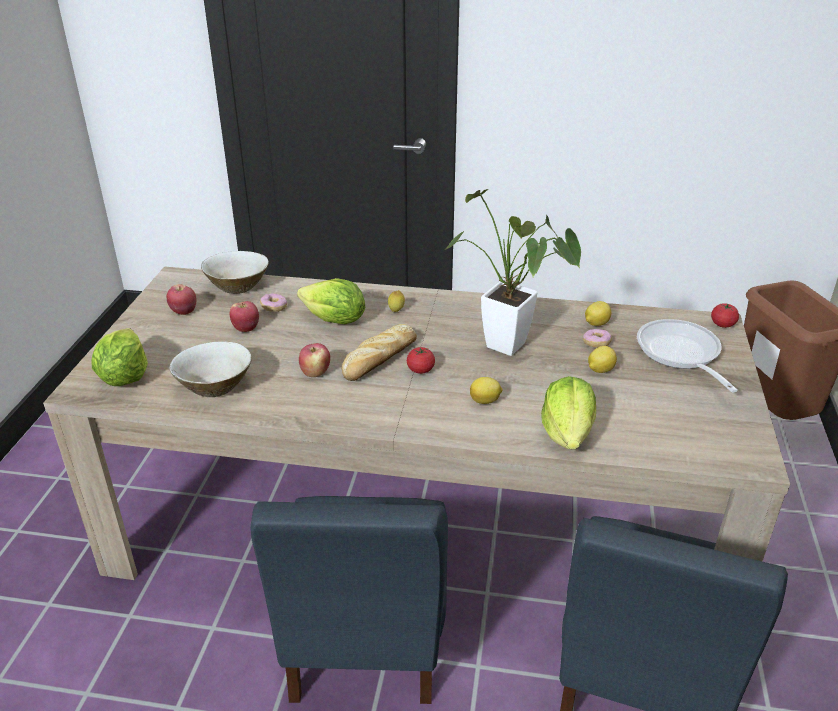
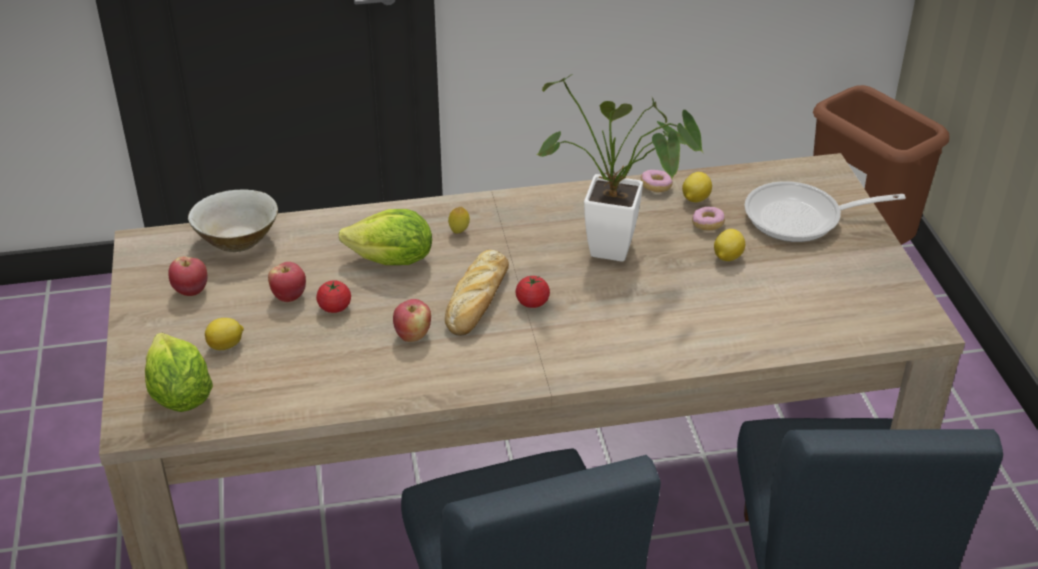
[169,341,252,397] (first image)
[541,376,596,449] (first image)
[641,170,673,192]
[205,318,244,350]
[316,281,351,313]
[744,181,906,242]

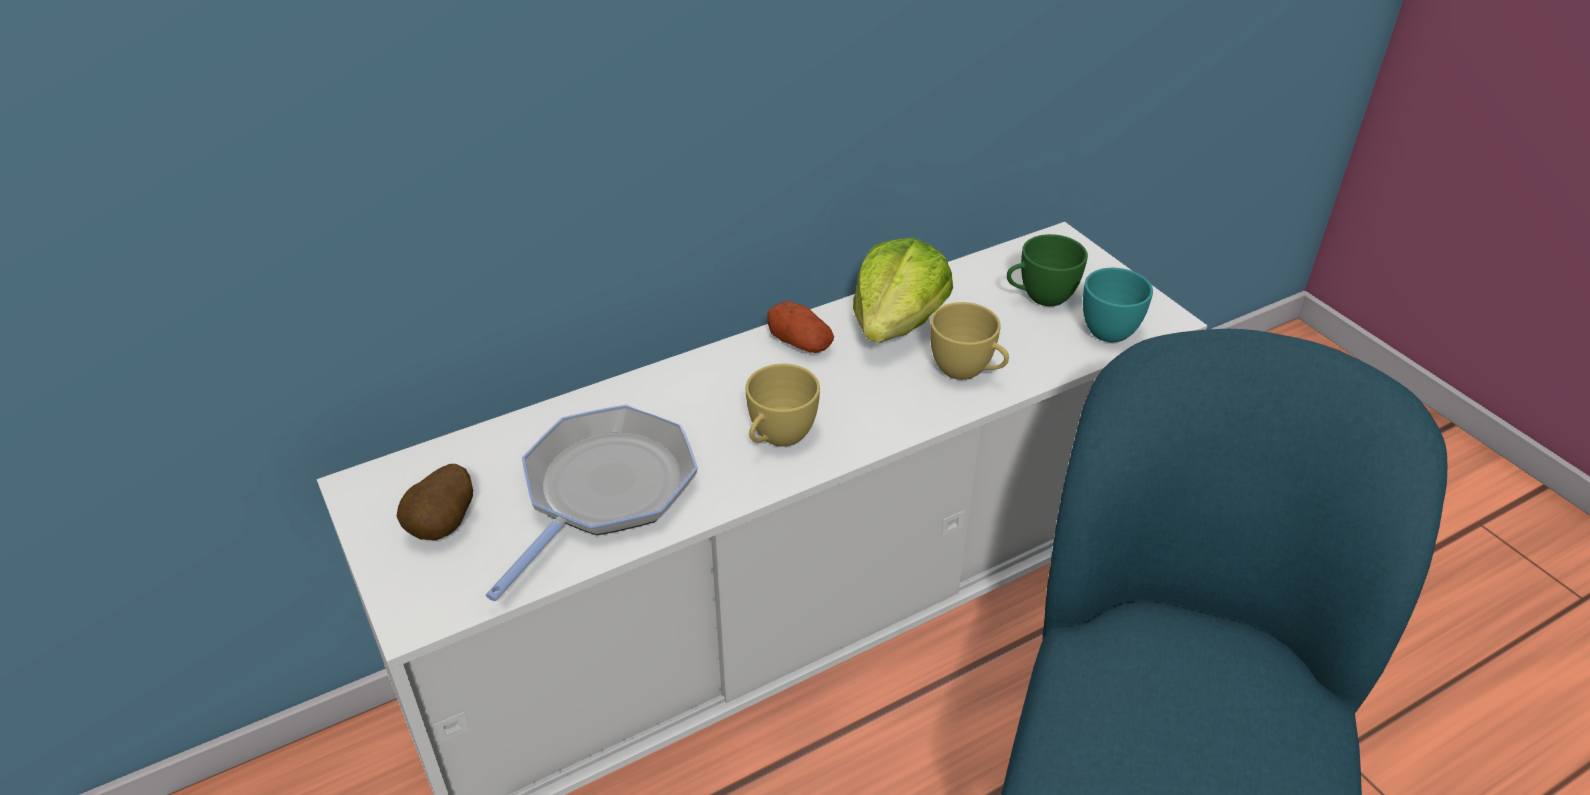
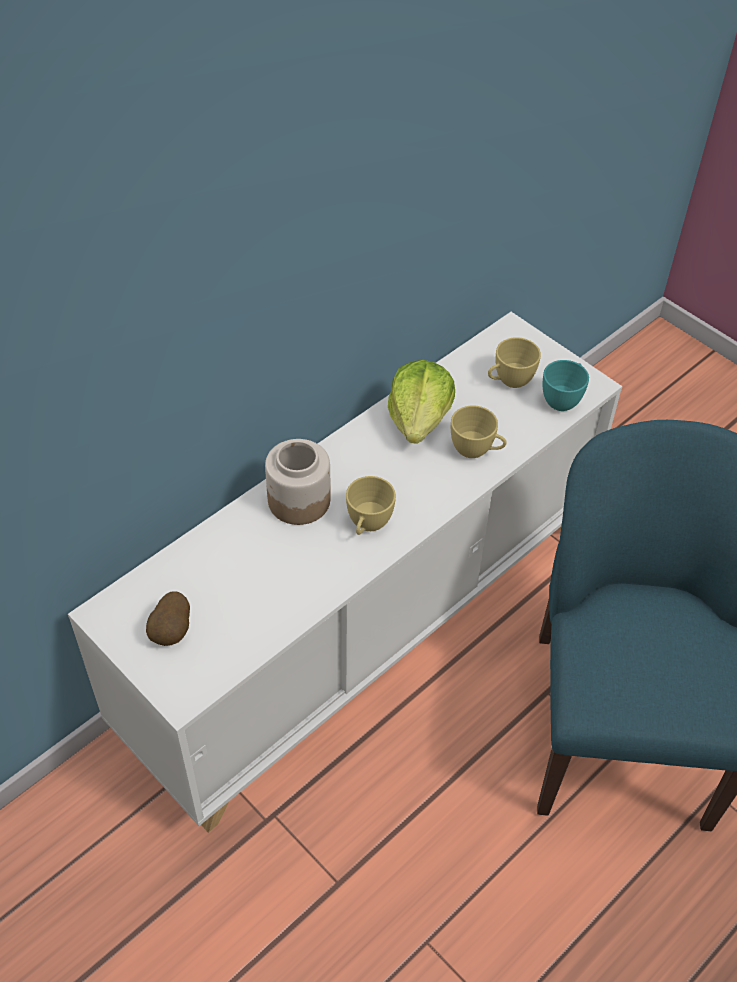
[486,404,698,601] (first image)
[767,301,834,353] (first image)
[265,439,331,525]
[488,337,541,388]

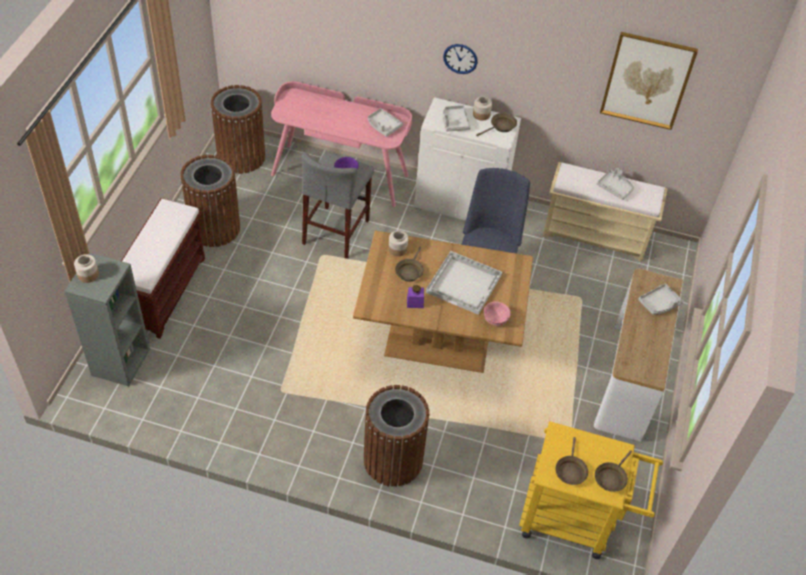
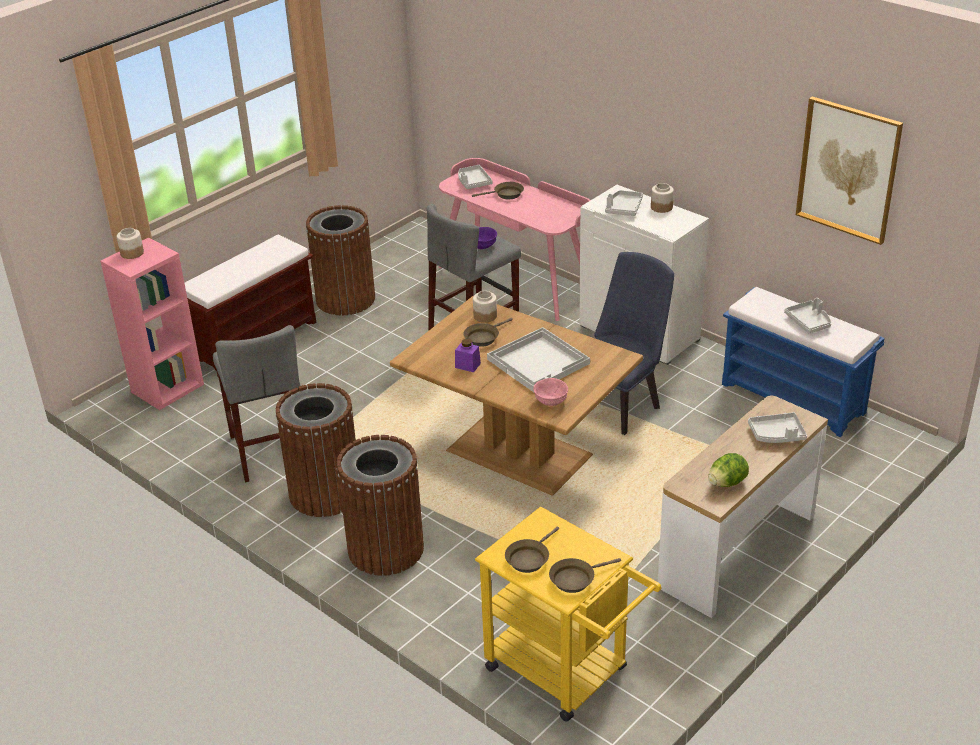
[443,44,478,74] (first image)
[213,325,301,482]
[708,453,749,487]
[276,383,356,517]
[458,165,493,189]
[472,182,524,199]
[100,238,204,410]
[722,287,884,437]

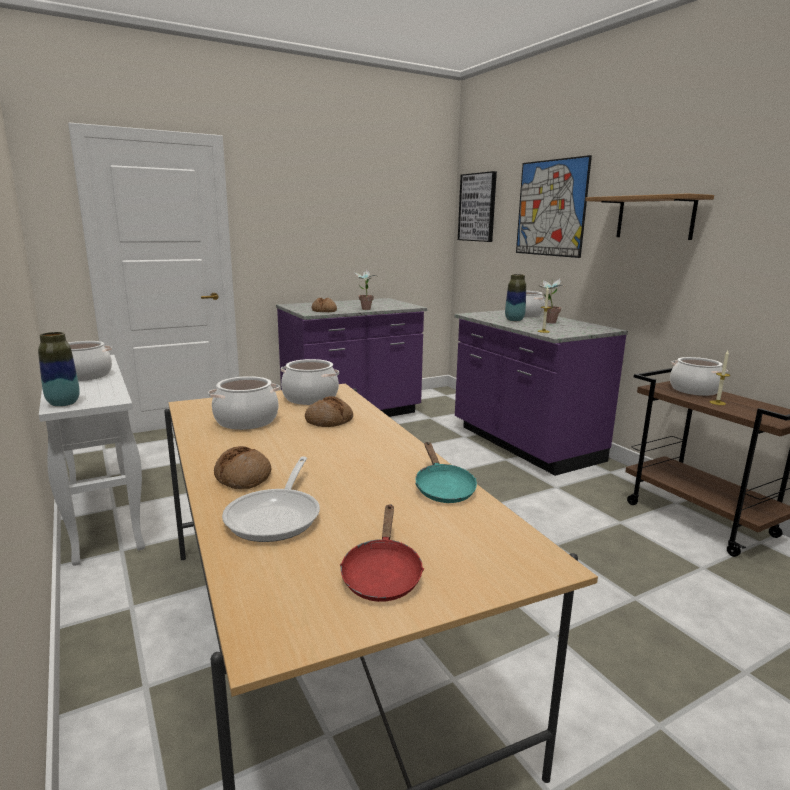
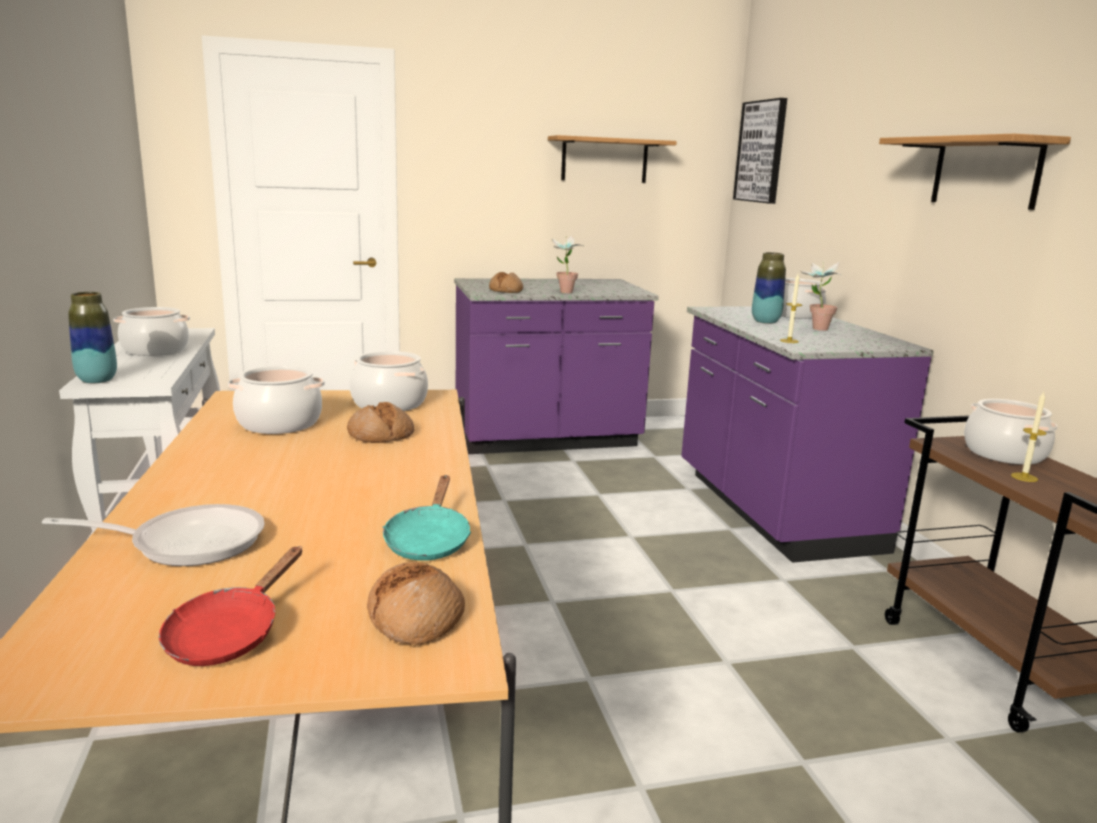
[516,155,592,258] (first image)
[548,135,677,183]
[367,562,465,645]
[42,504,265,566]

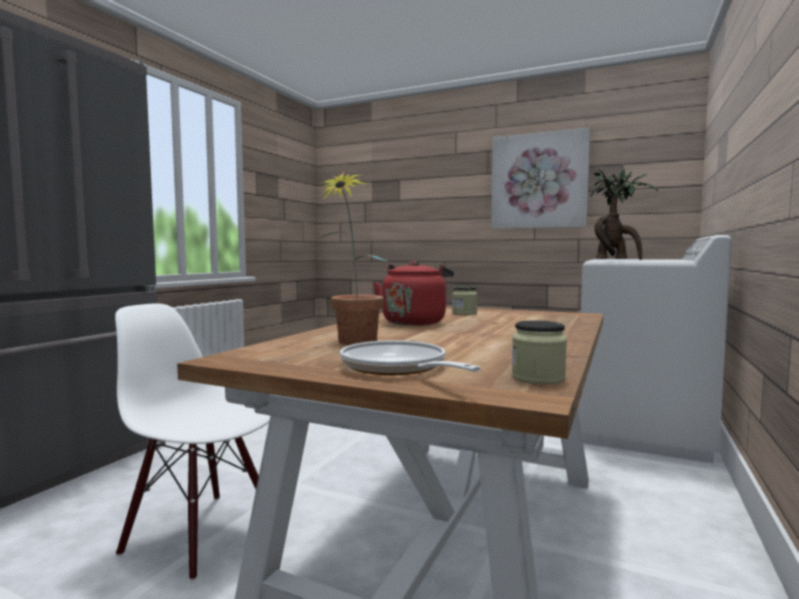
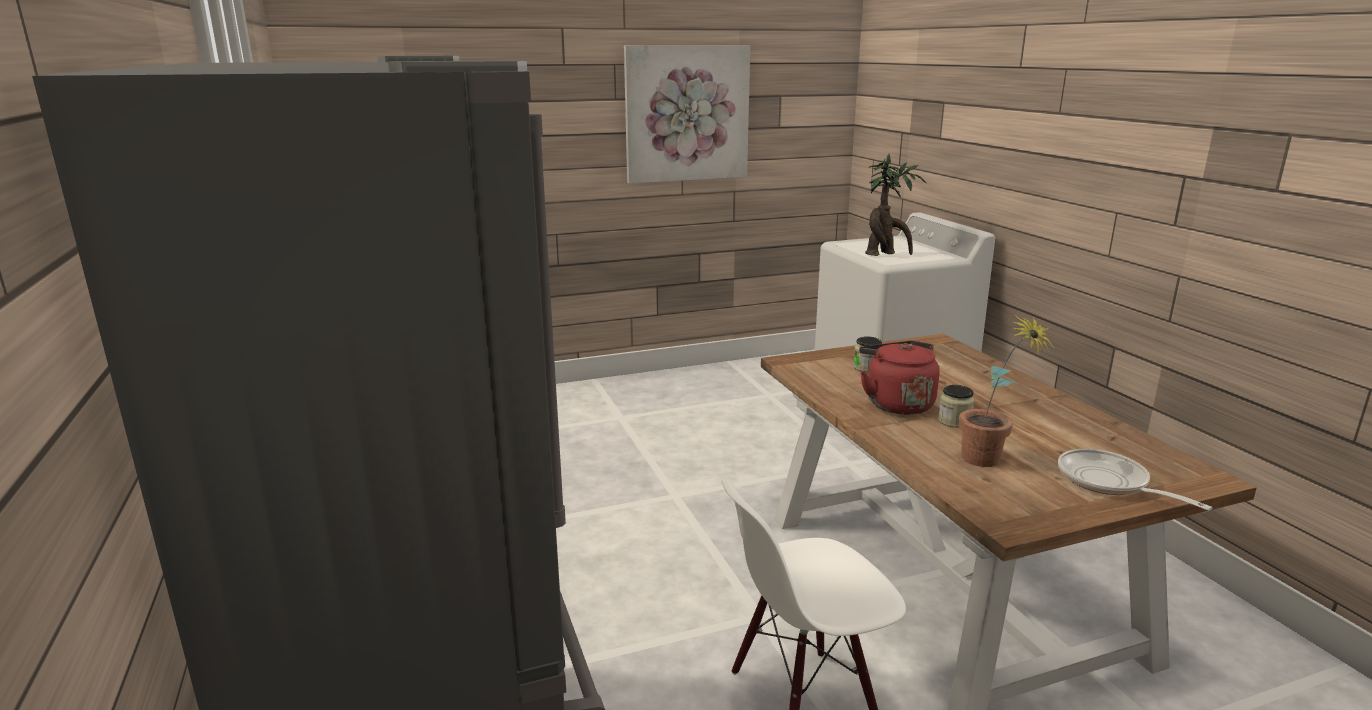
[938,385,975,428]
[1058,449,1212,511]

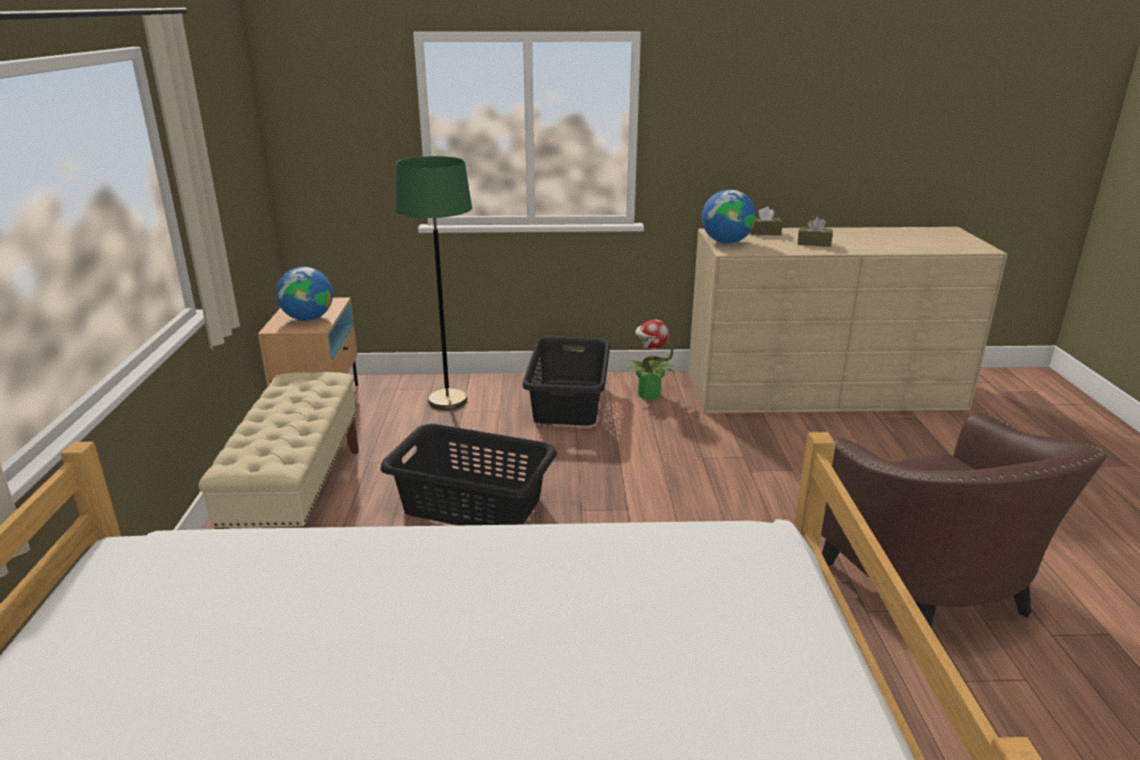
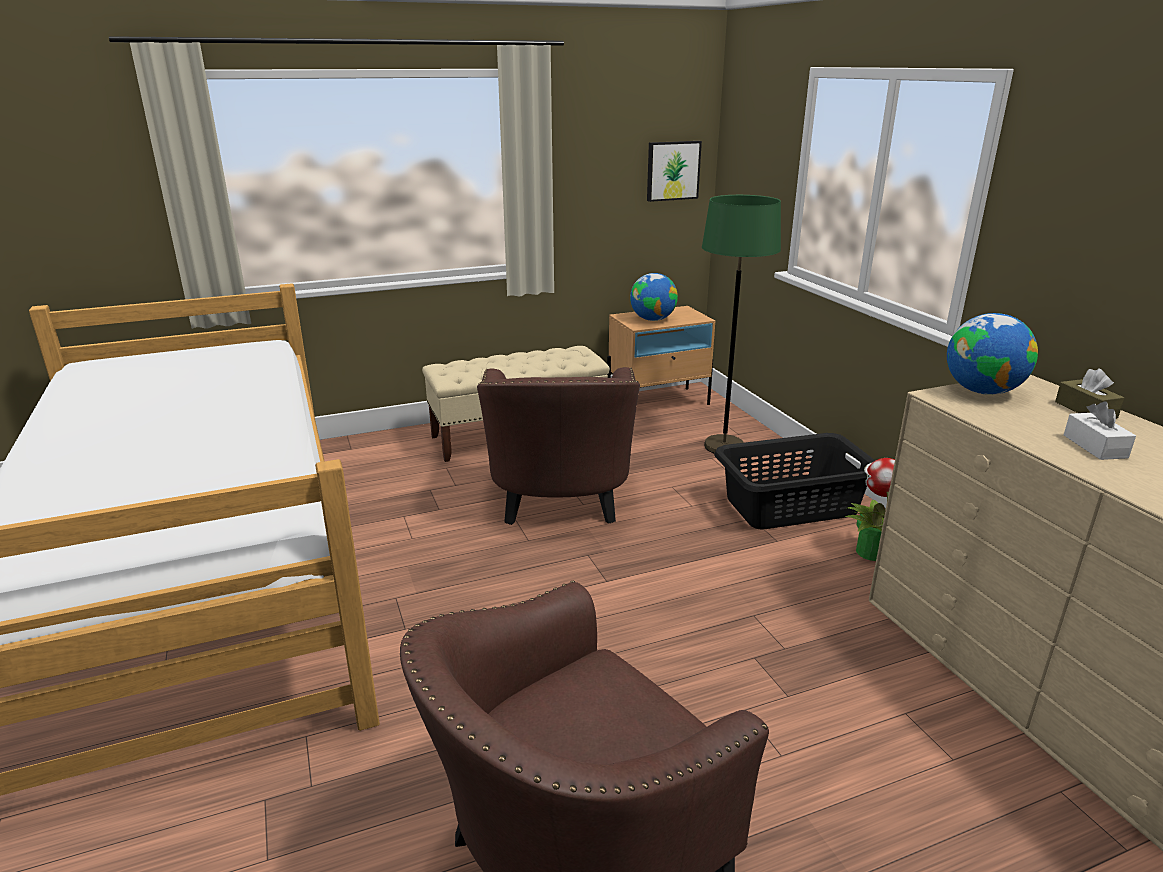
[647,141,702,202]
[477,367,640,525]
[1064,401,1136,460]

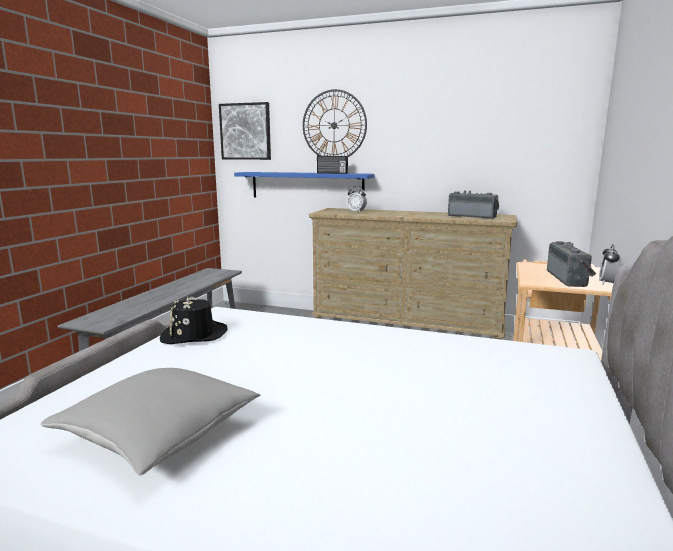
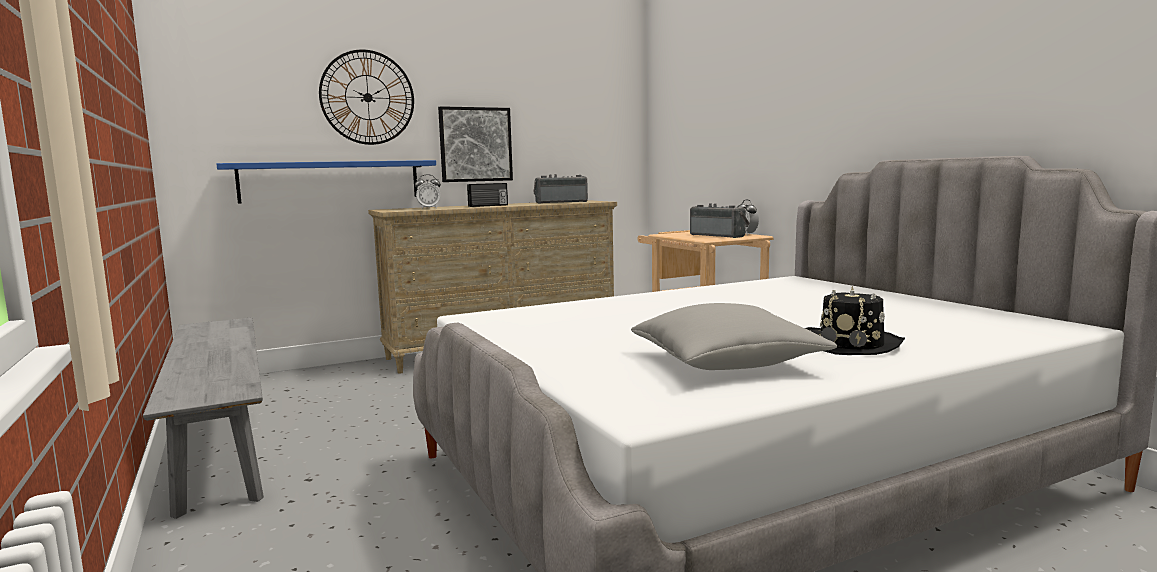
[805,286,905,355]
[438,106,513,182]
[467,183,508,207]

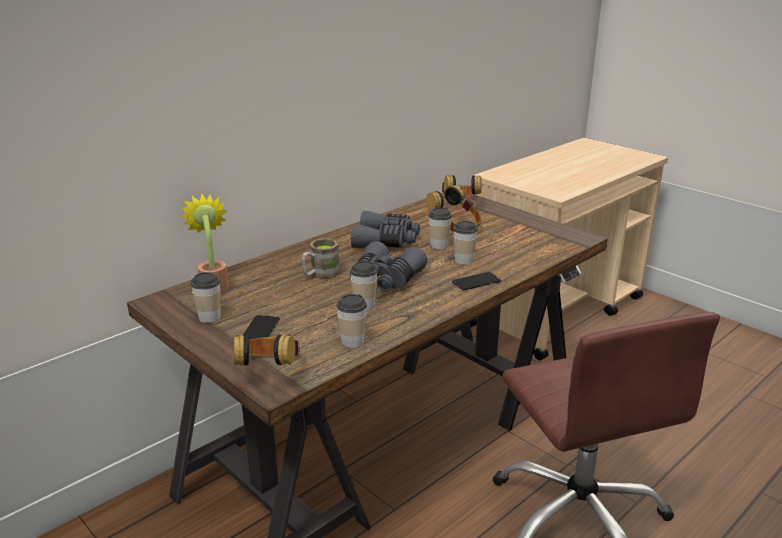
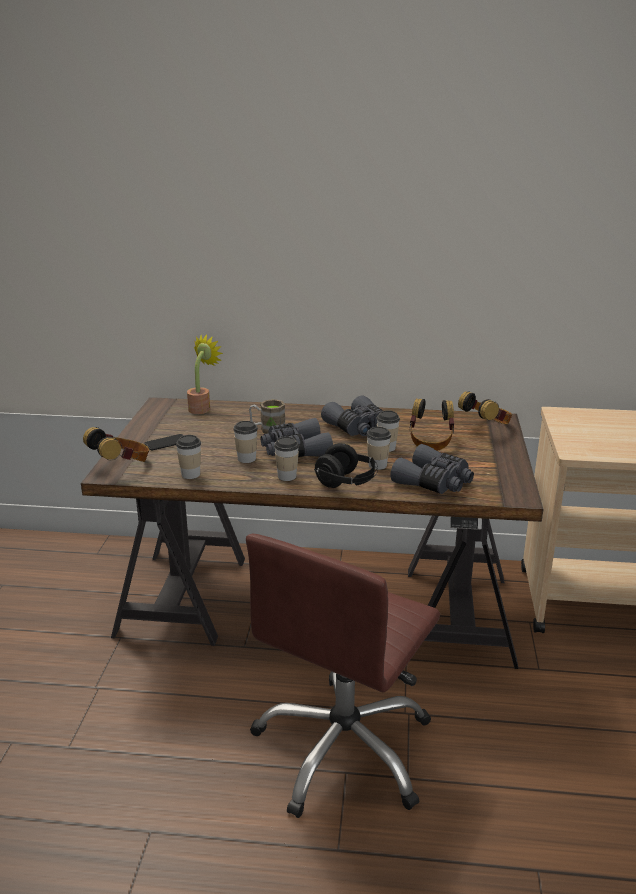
[390,444,474,494]
[274,437,299,481]
[314,443,378,488]

